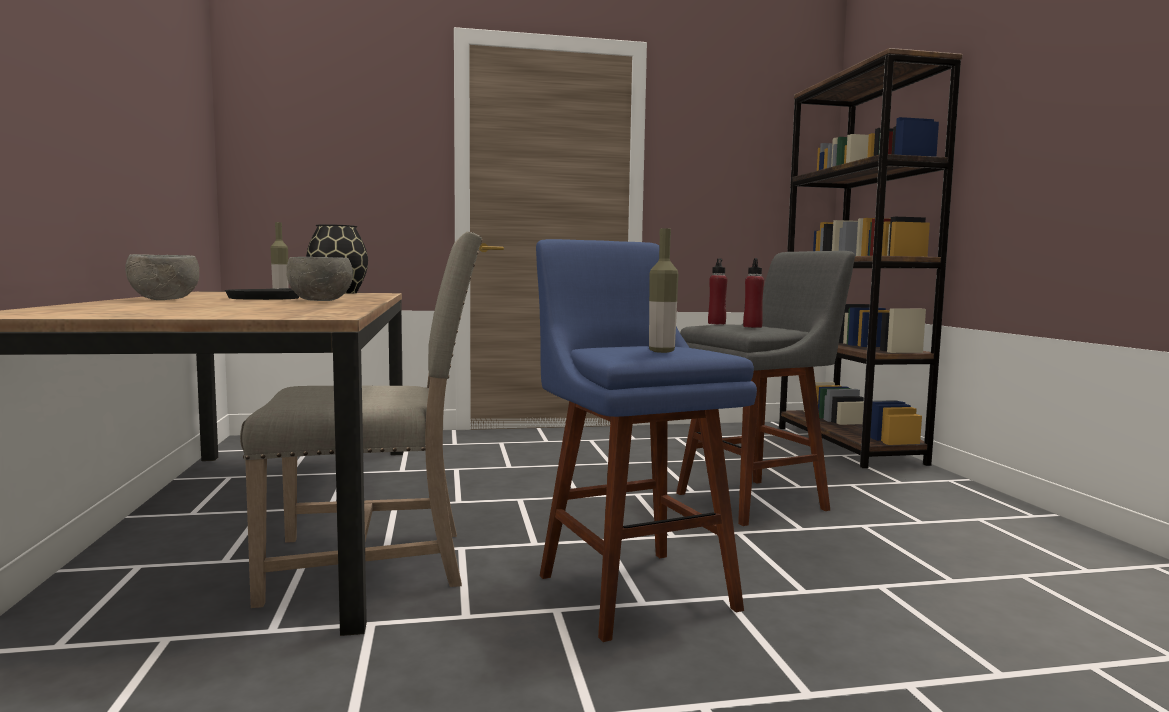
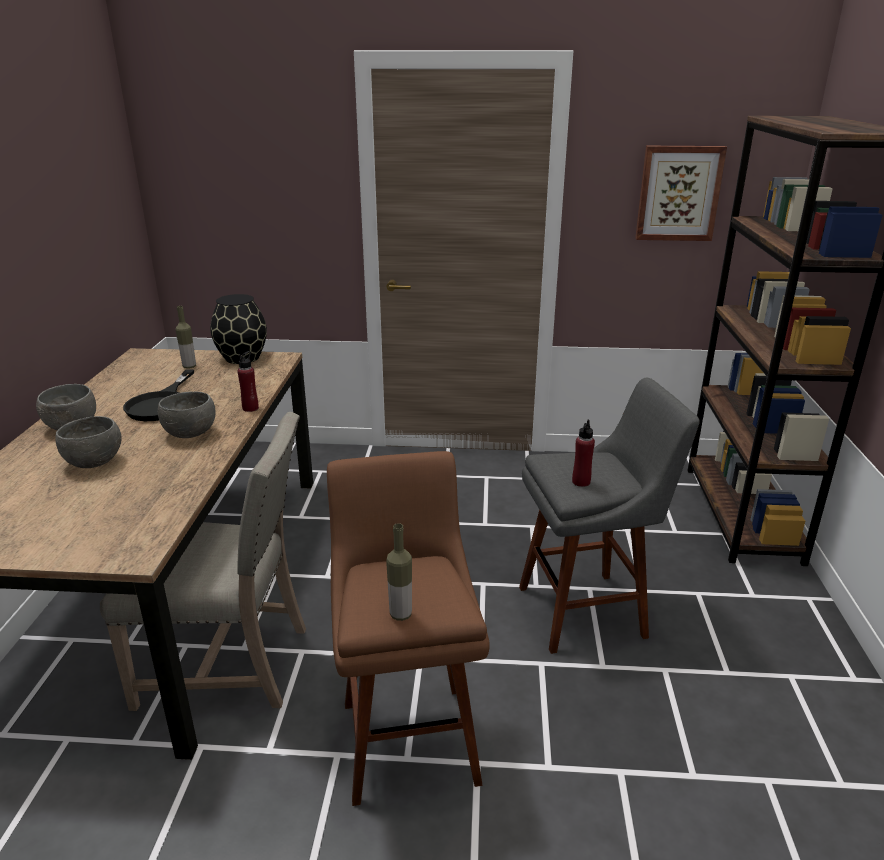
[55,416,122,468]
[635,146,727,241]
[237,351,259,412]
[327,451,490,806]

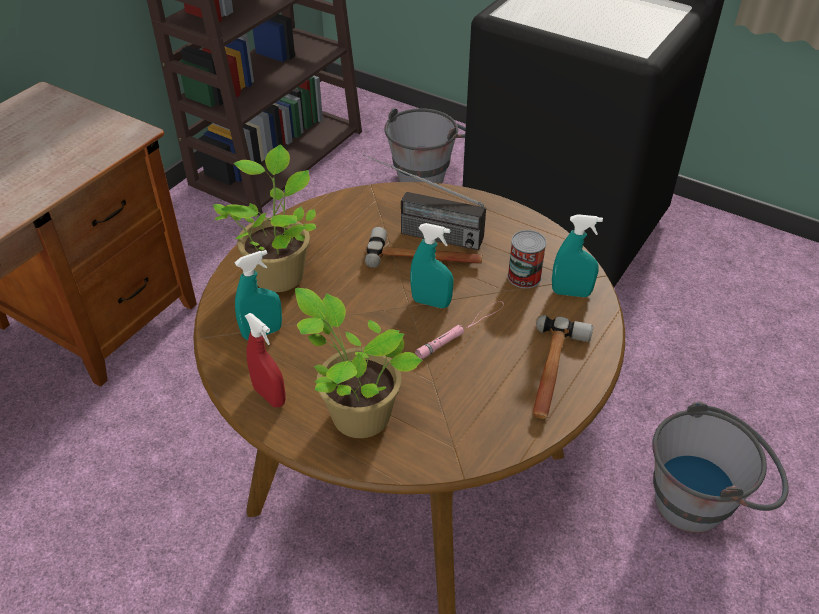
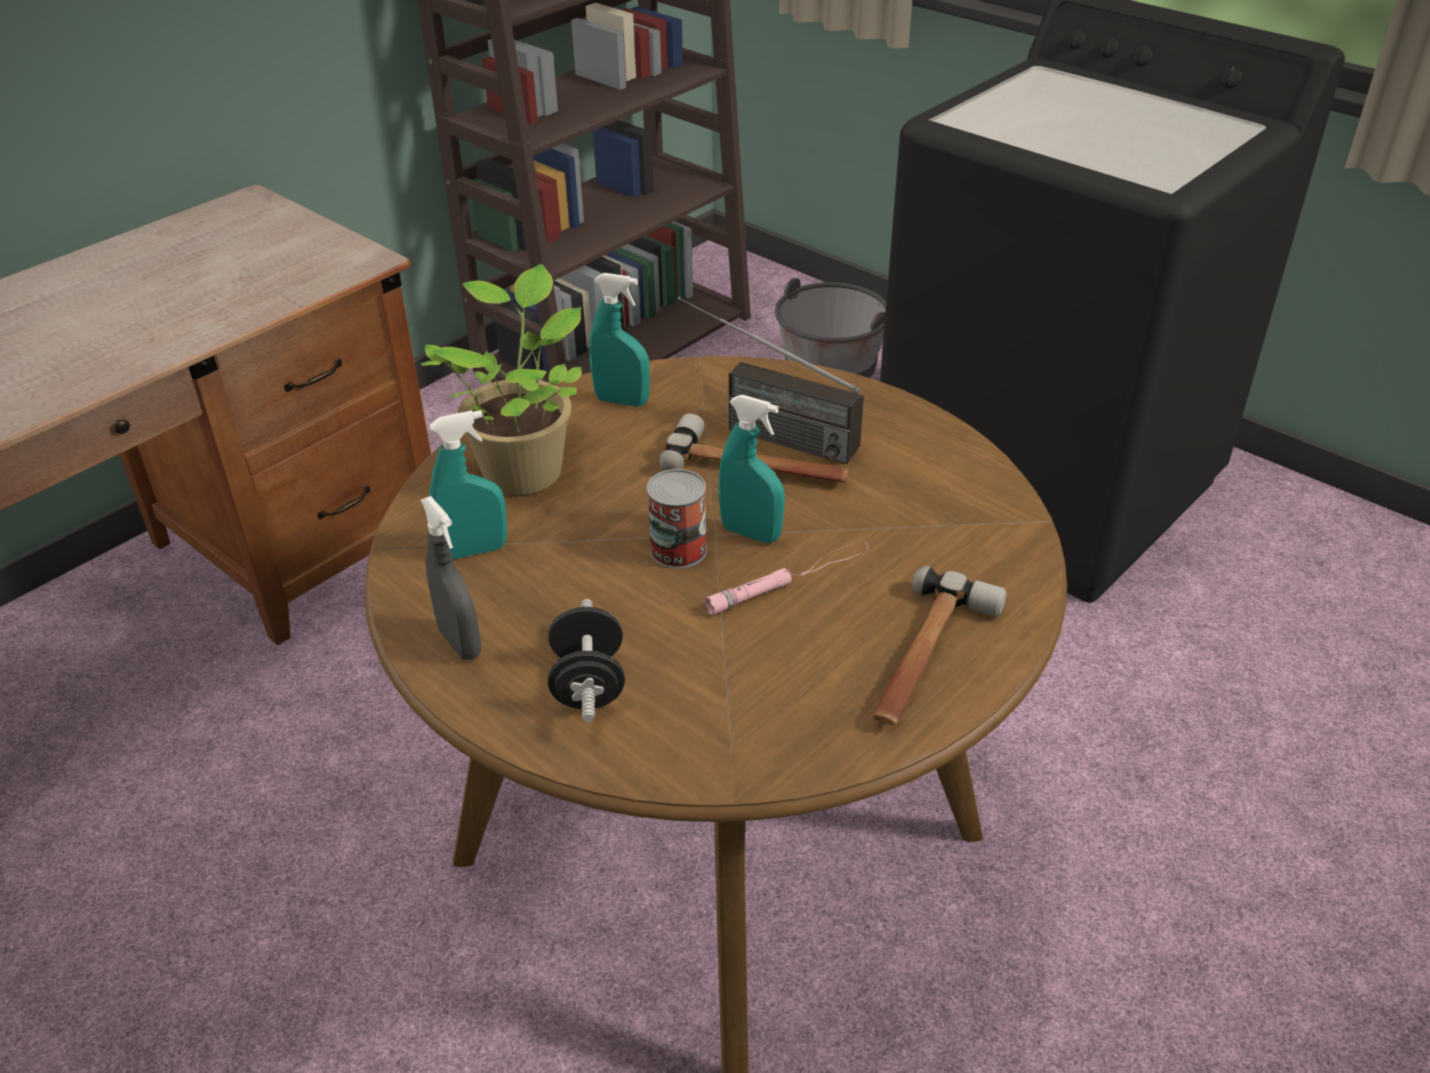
[652,401,789,533] (first image)
[646,469,707,569]
[589,273,650,407]
[547,599,625,722]
[421,496,481,660]

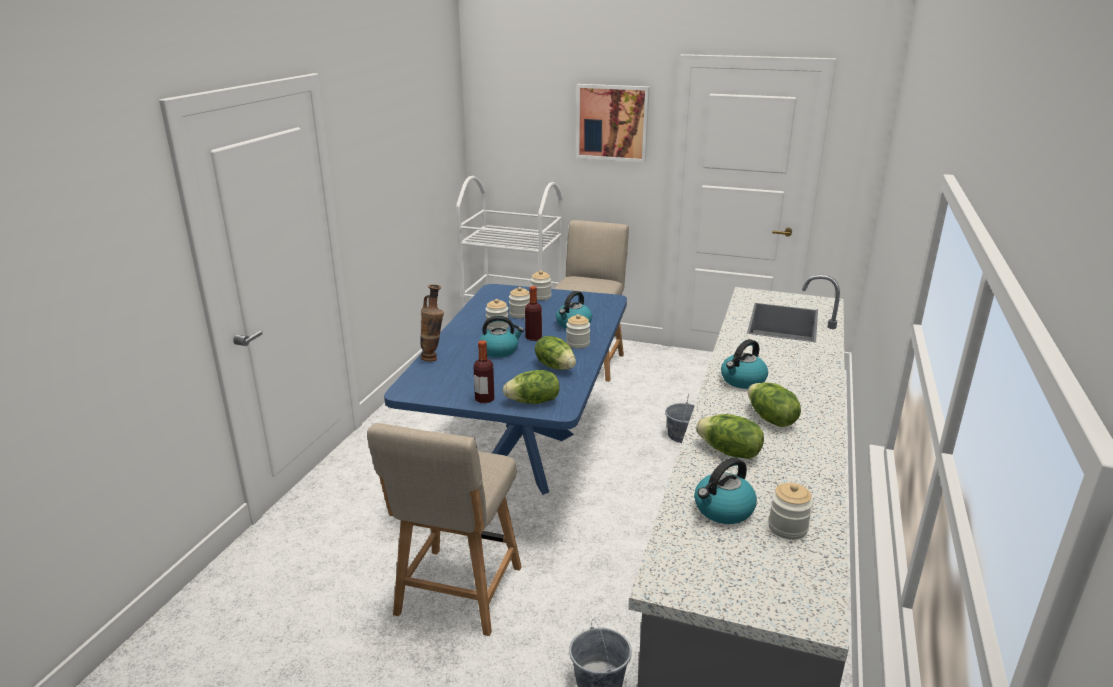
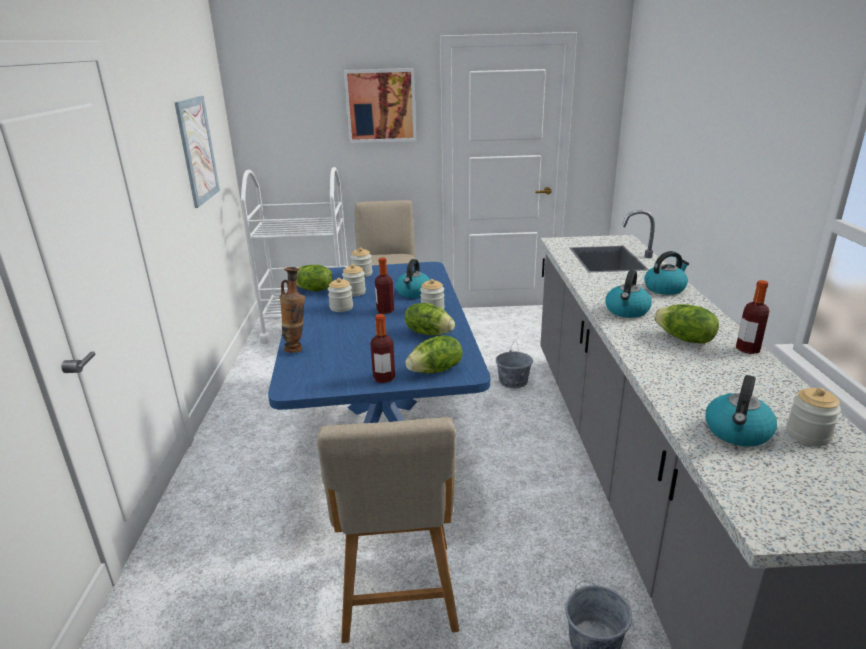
[175,96,220,208]
[736,280,769,354]
[644,251,689,295]
[296,265,333,291]

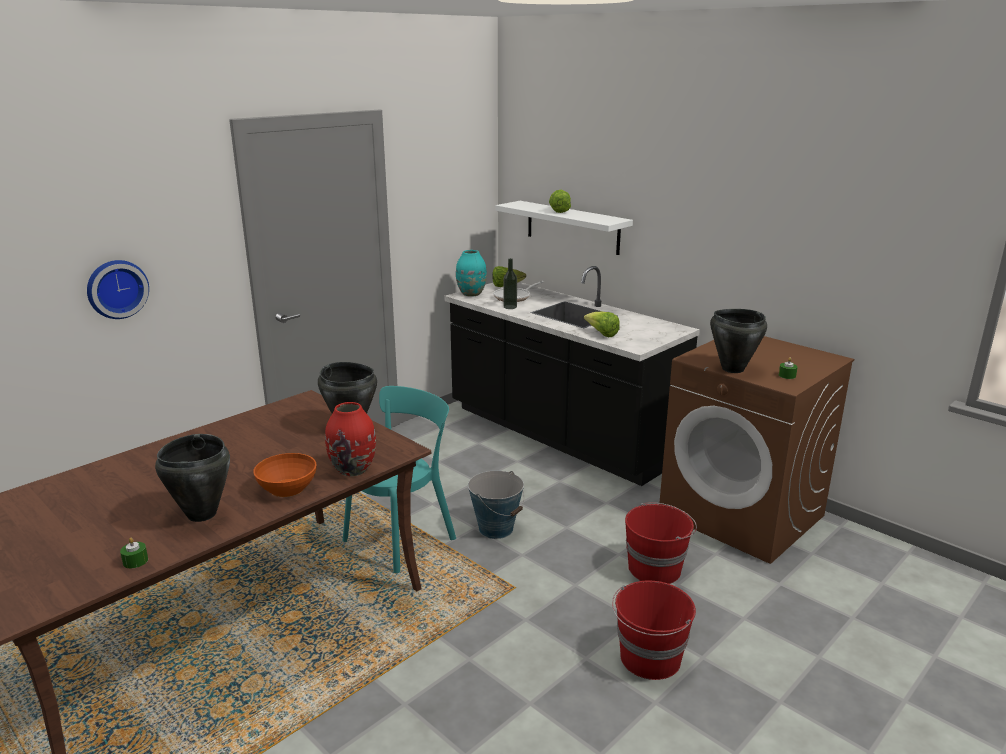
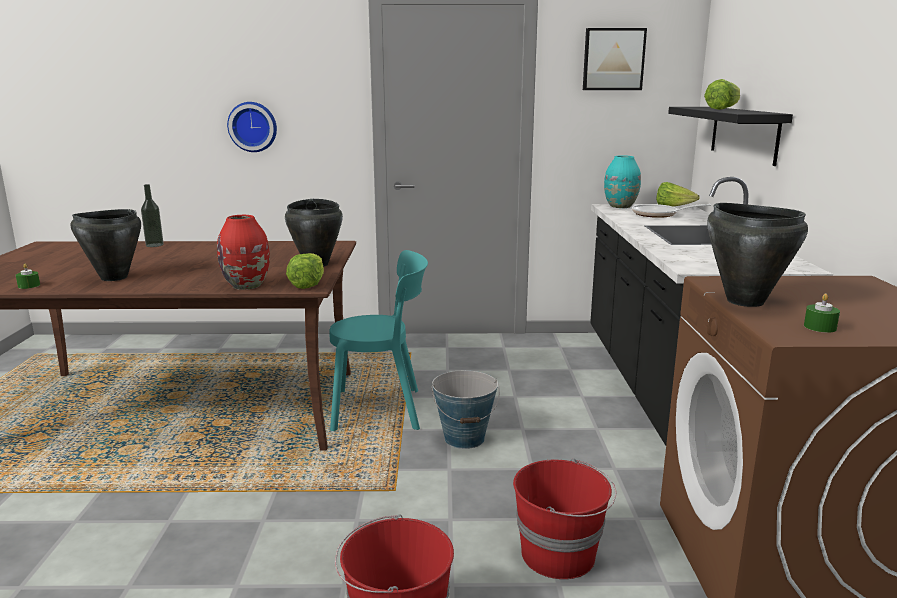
[253,453,317,497] (first image)
[583,28,647,90]
[141,184,164,247]
[286,253,324,289]
[668,107,793,166]

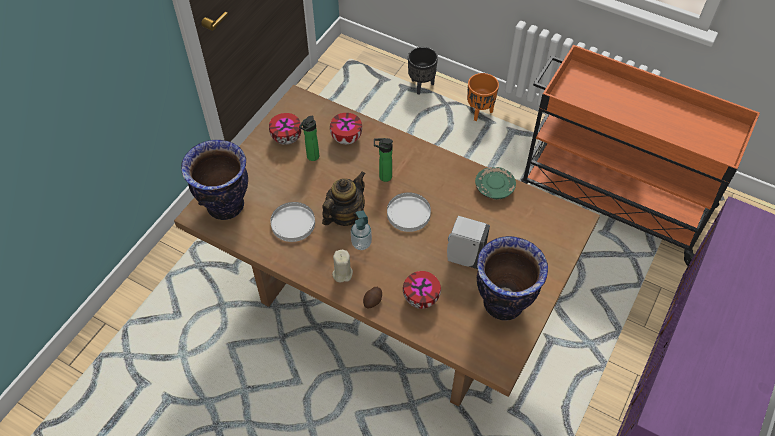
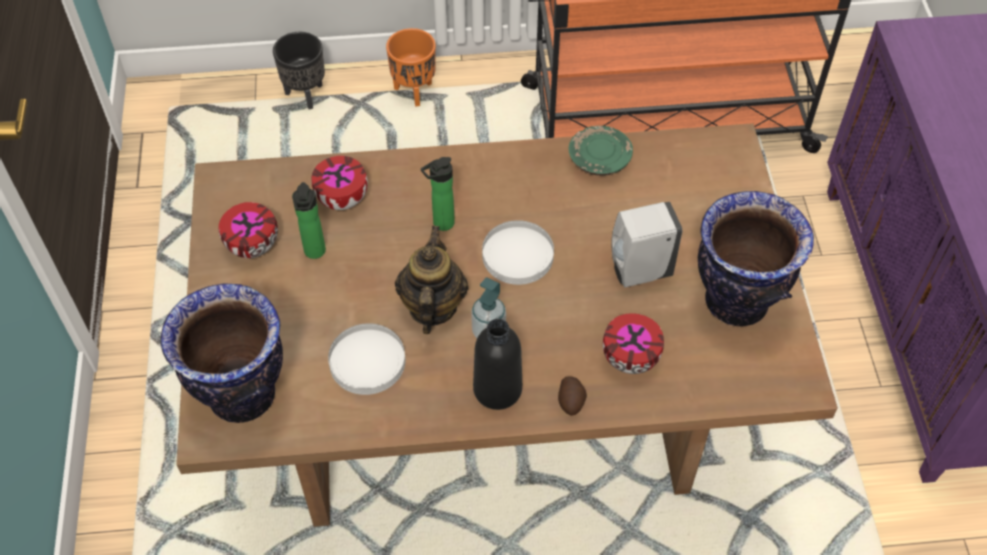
[473,319,522,410]

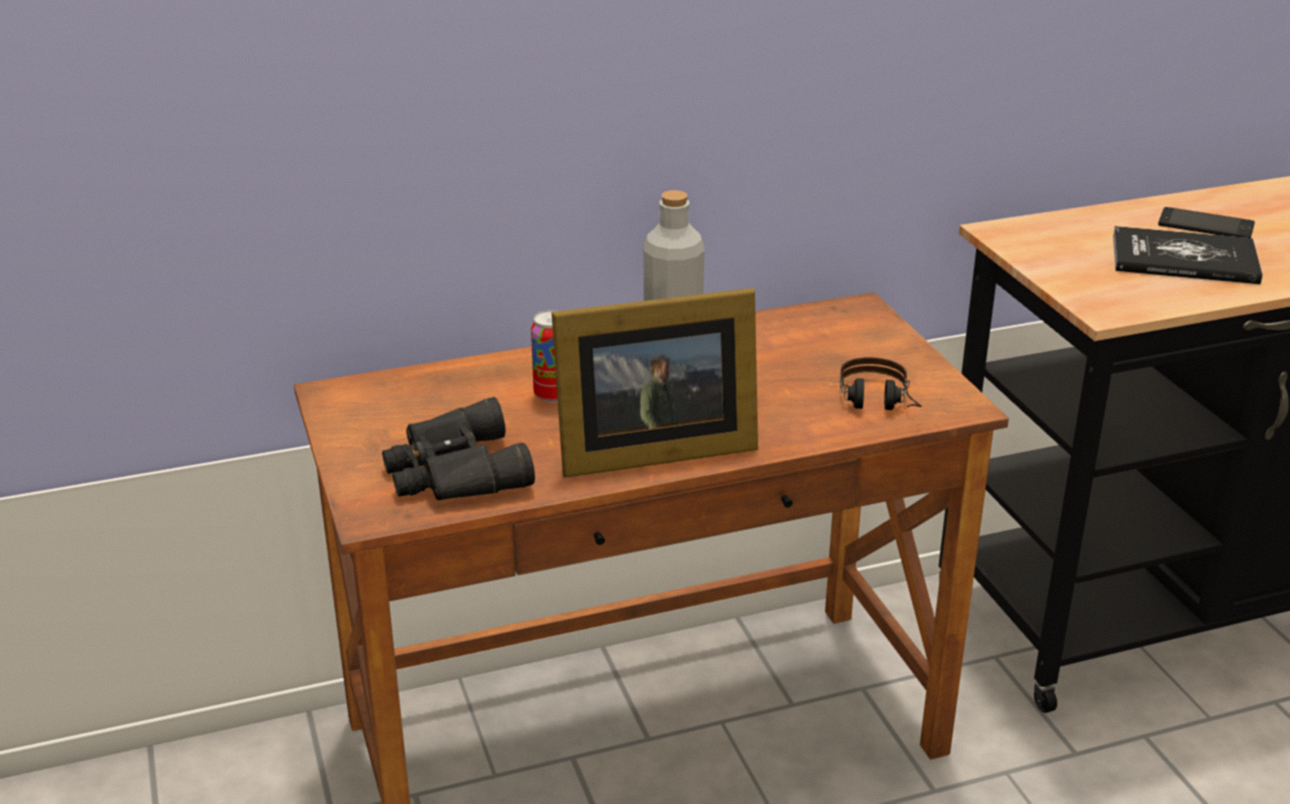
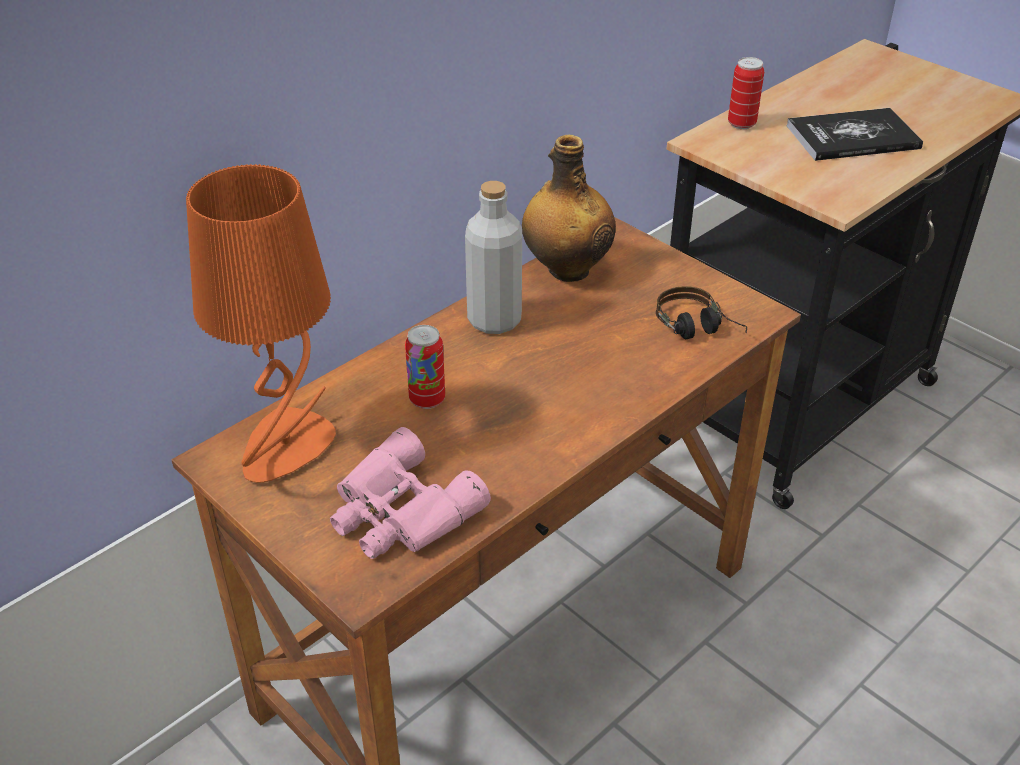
[552,288,758,478] (first image)
[1158,207,1255,238] (first image)
[186,164,336,483]
[522,135,616,282]
[728,57,764,129]
[330,427,491,559]

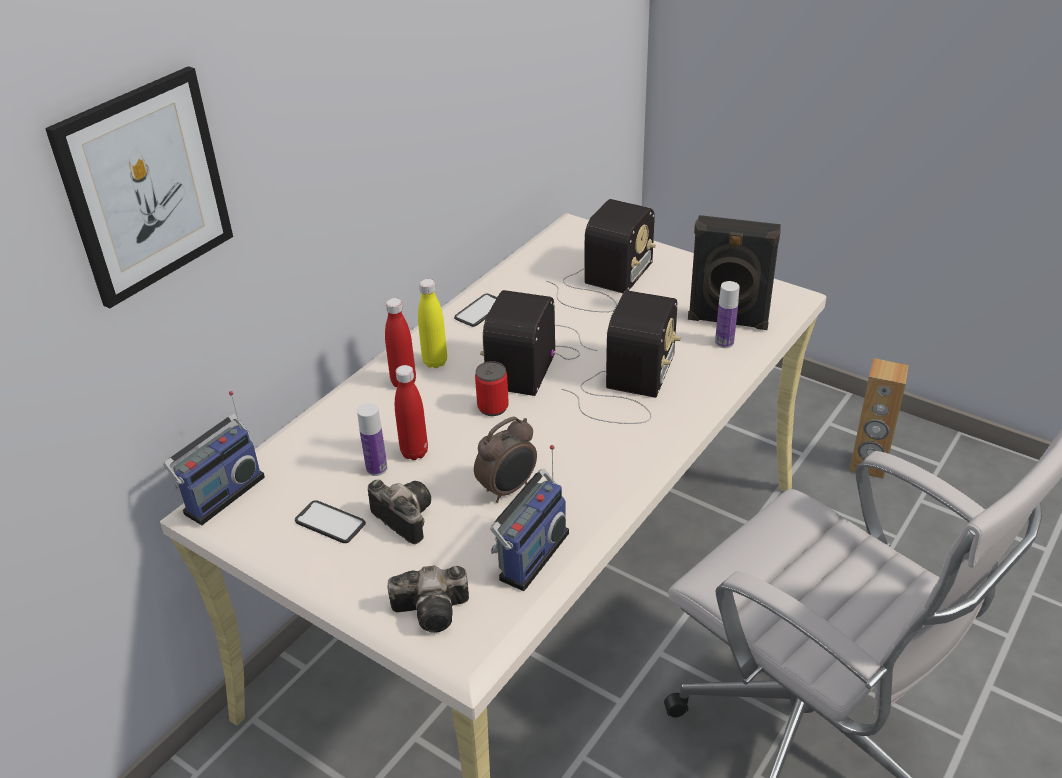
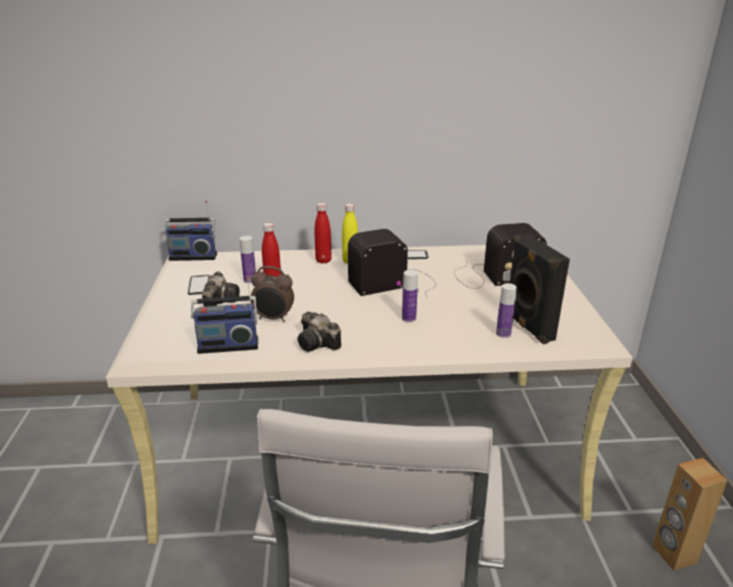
[45,66,233,309] (first image)
[475,361,509,416] (first image)
[297,312,341,352]
[402,270,418,323]

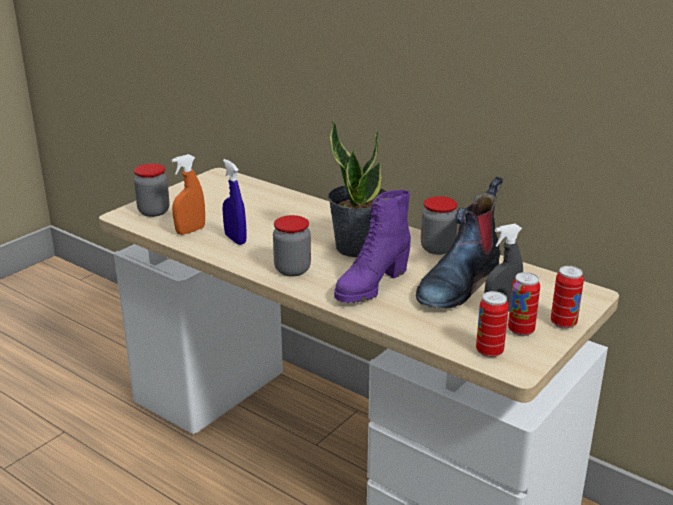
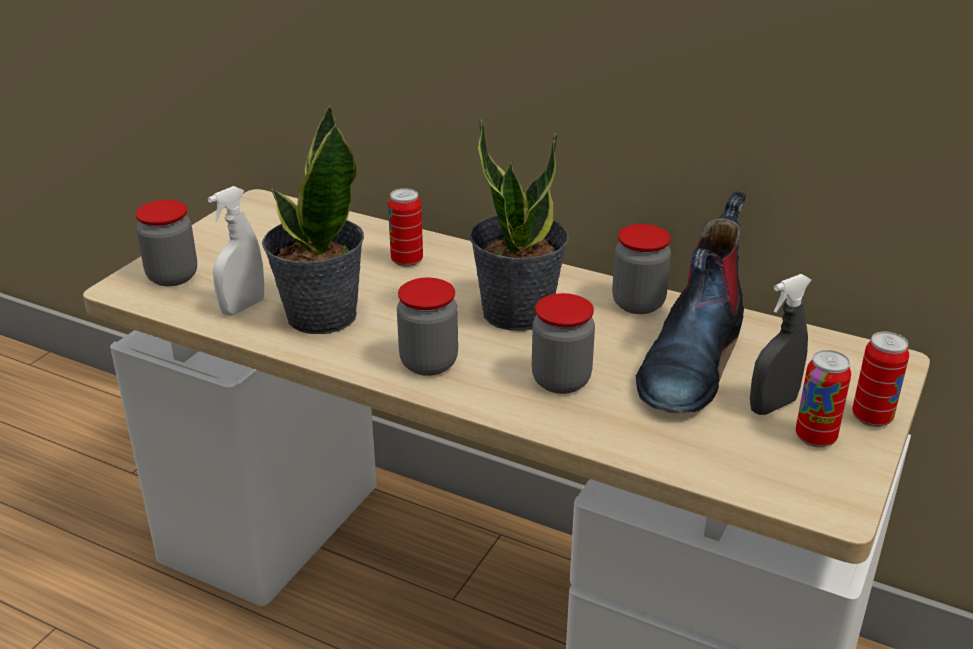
[388,188,423,267]
[262,104,364,334]
[532,293,595,394]
[208,186,264,315]

